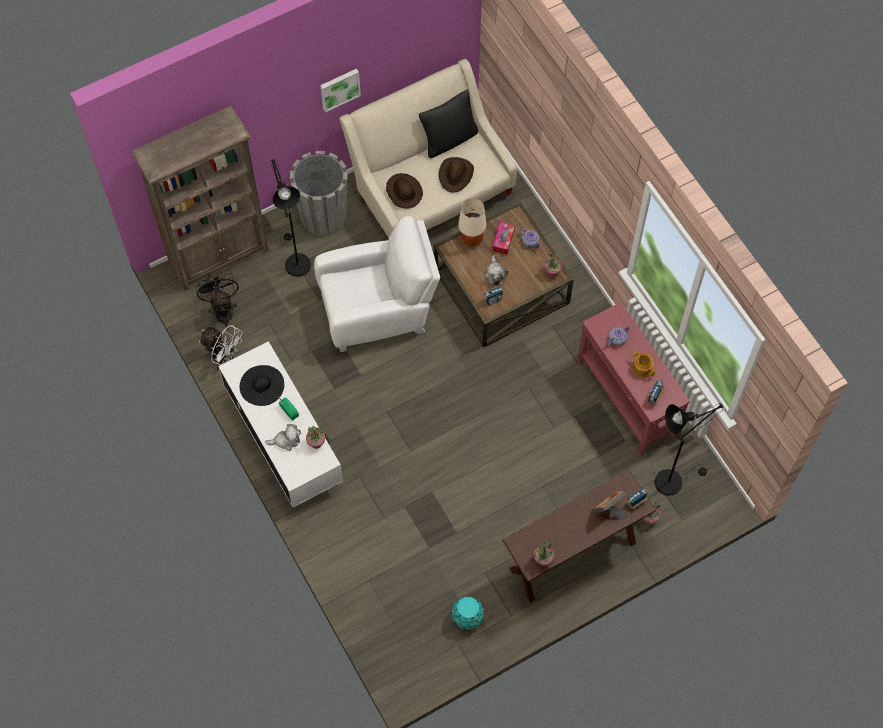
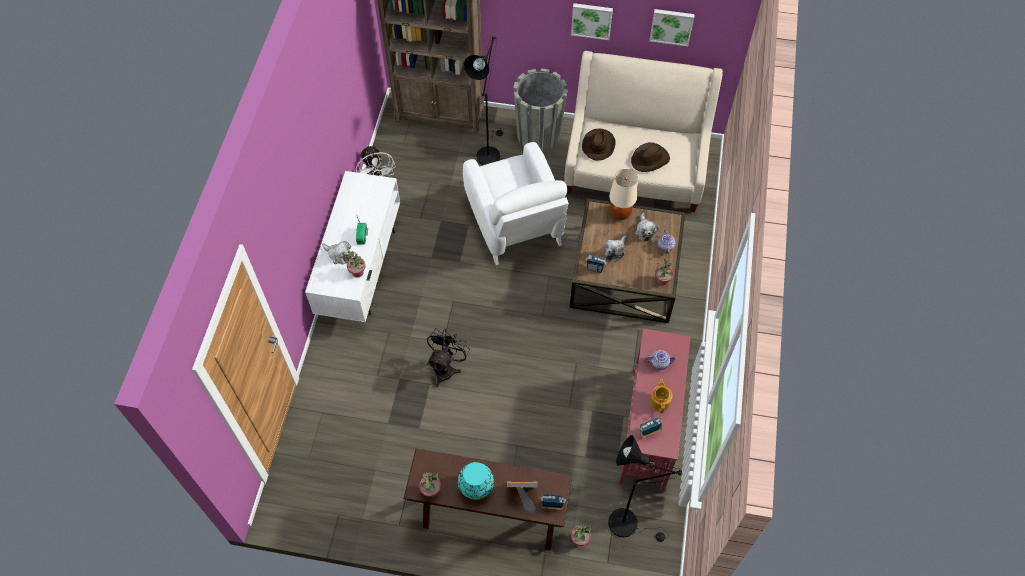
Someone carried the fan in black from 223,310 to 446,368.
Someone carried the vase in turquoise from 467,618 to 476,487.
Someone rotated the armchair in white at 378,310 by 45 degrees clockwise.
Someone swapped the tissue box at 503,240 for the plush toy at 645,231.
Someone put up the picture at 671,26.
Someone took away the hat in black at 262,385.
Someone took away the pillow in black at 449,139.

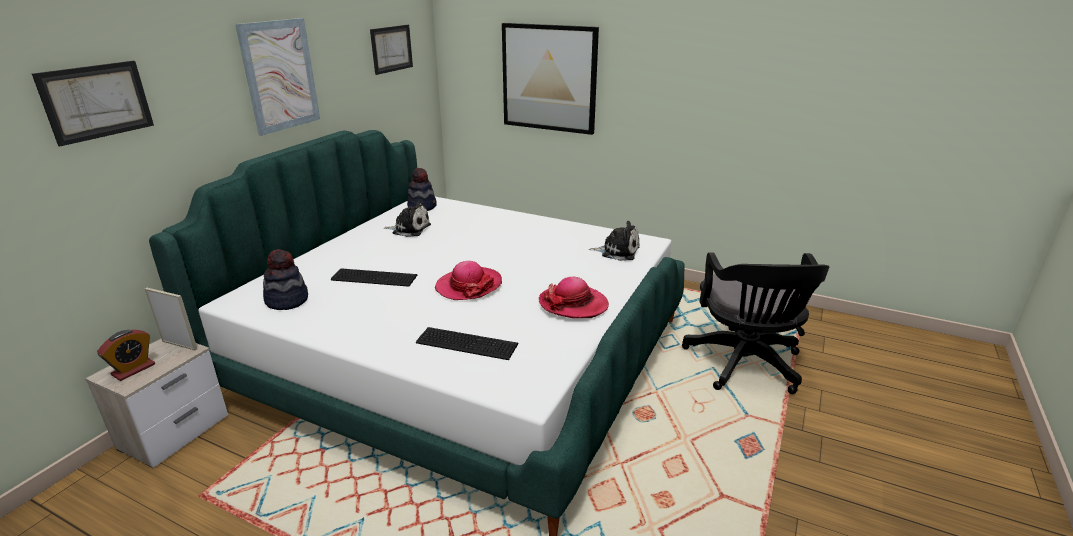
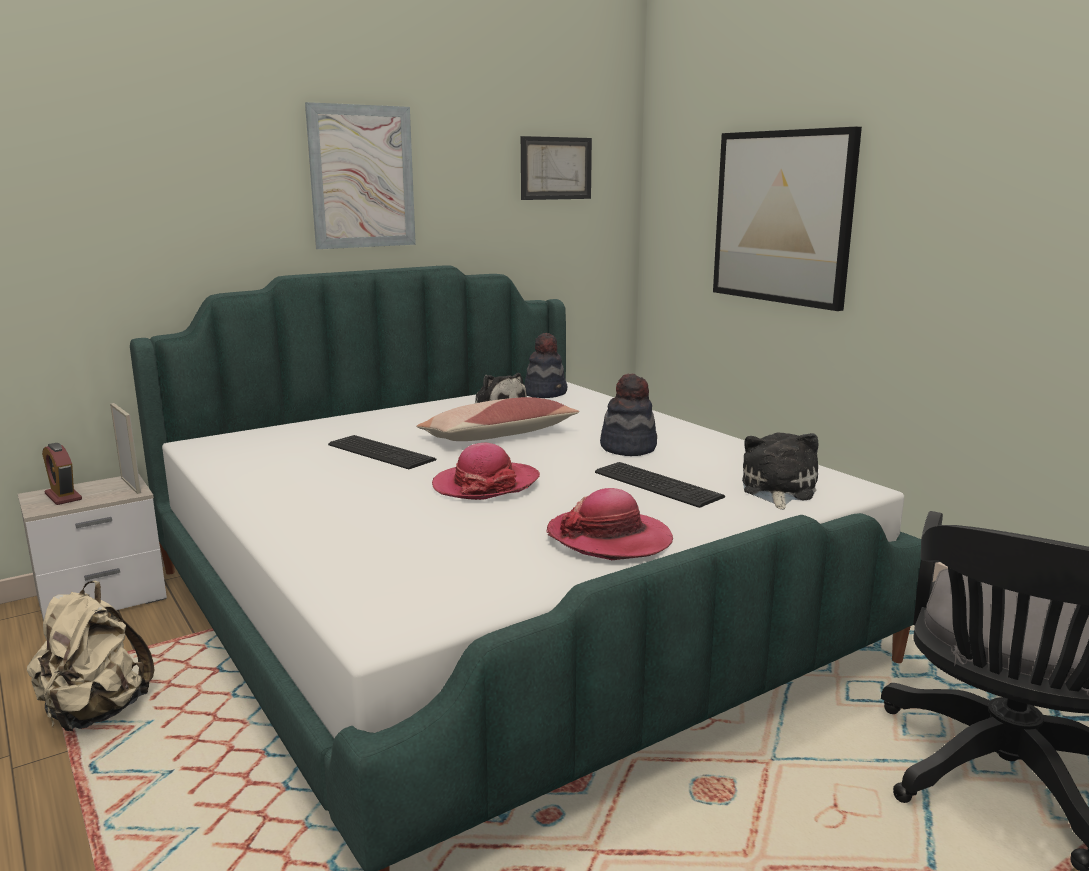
Someone put down the backpack in beige at 95,713.
Someone rotated the alarm clock at 133,369 by 75 degrees clockwise.
Someone put down the pillow at 498,436.
Someone carried the keyboard from 466,342 to 657,483.
Someone carried the hat from 287,300 to 628,448.
Someone rotated the plush toy at 617,251 by 120 degrees counterclockwise.
Someone took away the picture at 97,101.

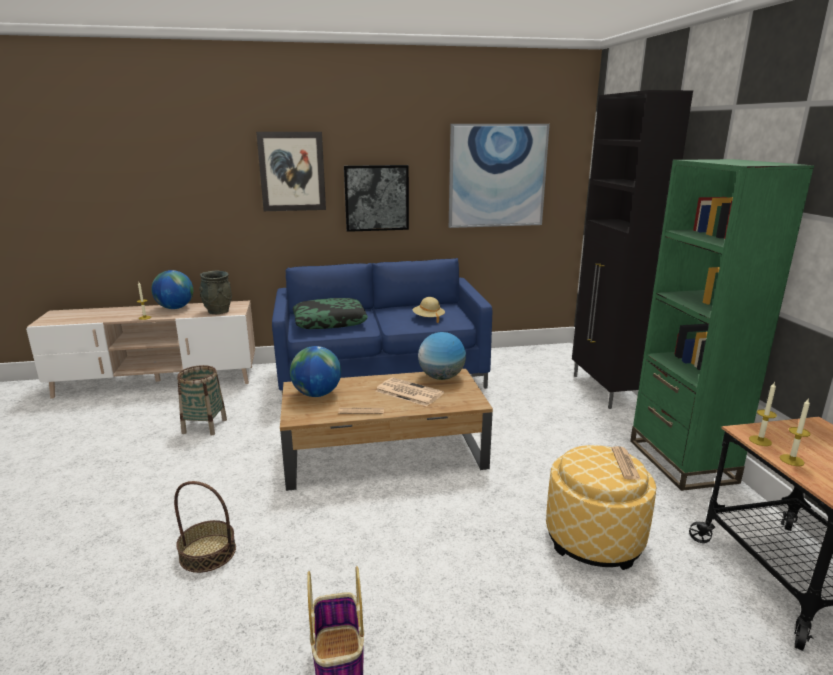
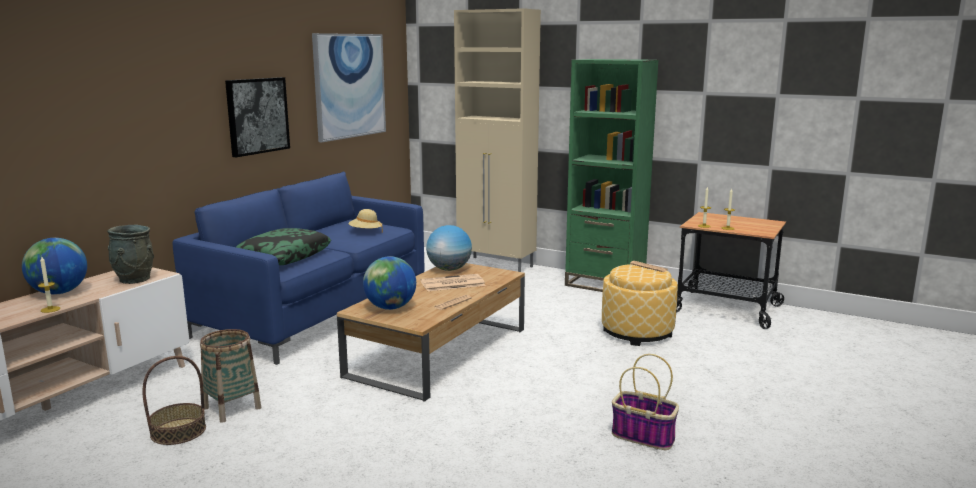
Someone carried the basket from 208,553 to 178,431.
Someone repainted the cabinet in black at 605,390, which became the cabinet in beige at 497,265.
Someone took away the picture at 292,171.

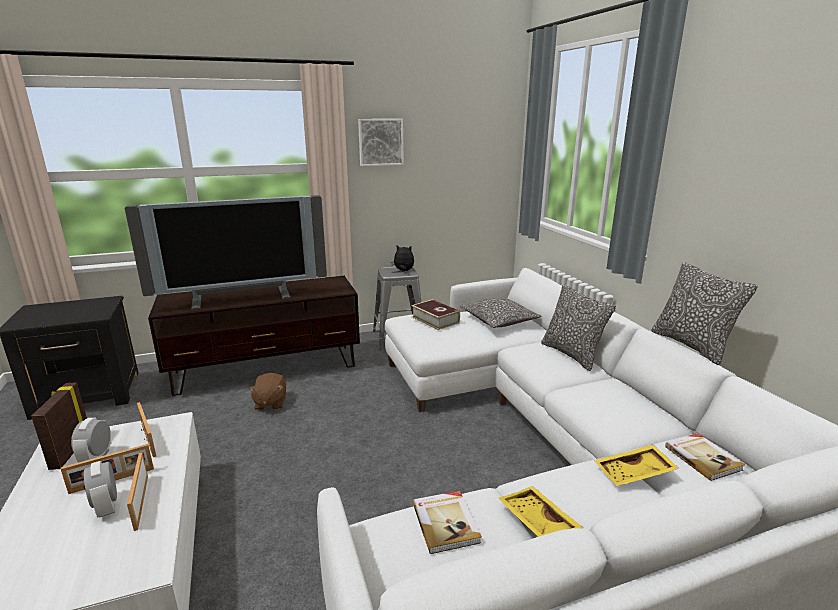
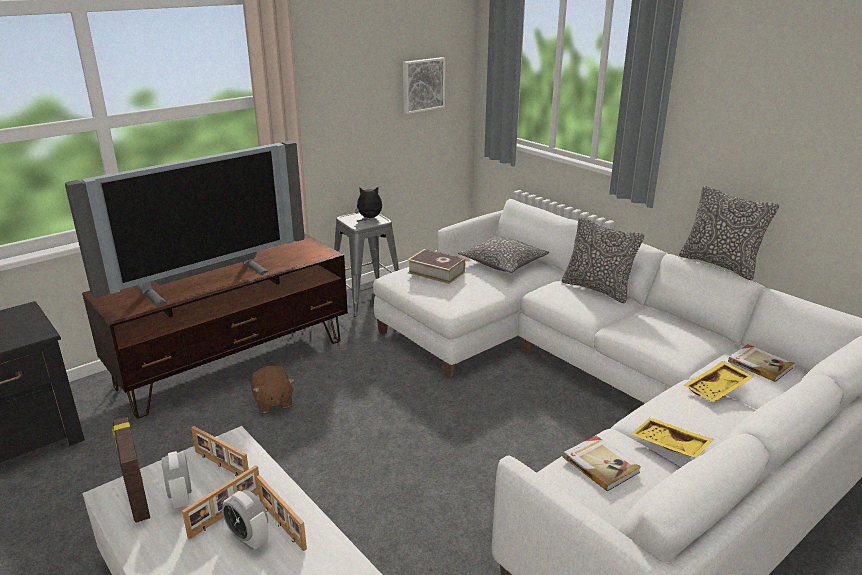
Someone carried the picture from 380,142 to 422,84.

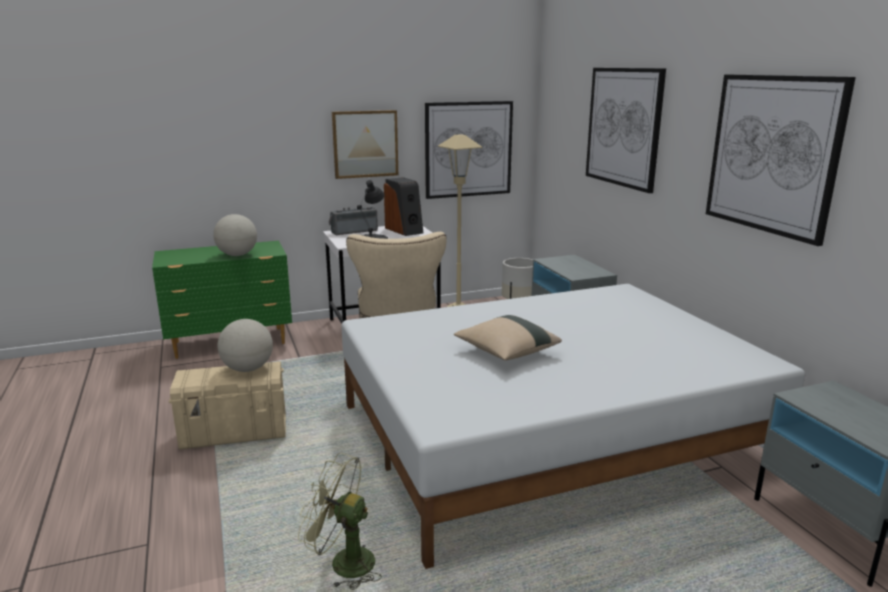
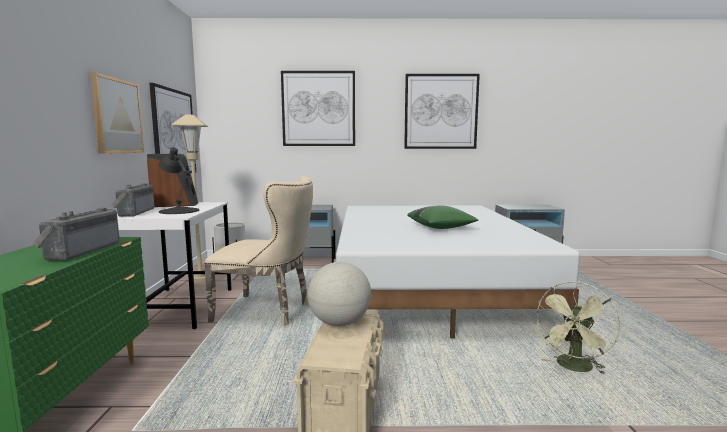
Someone swapped the globe at 237,255 for the radio at 81,251.
Someone repainted the pillow in beige at 506,352, which became the pillow in green at 441,228.

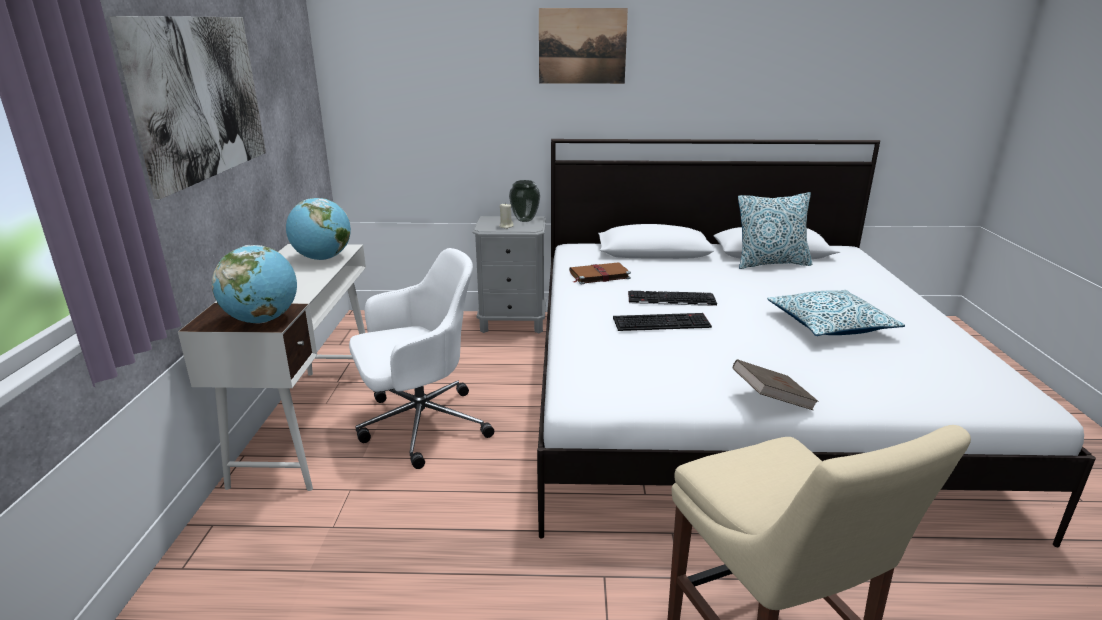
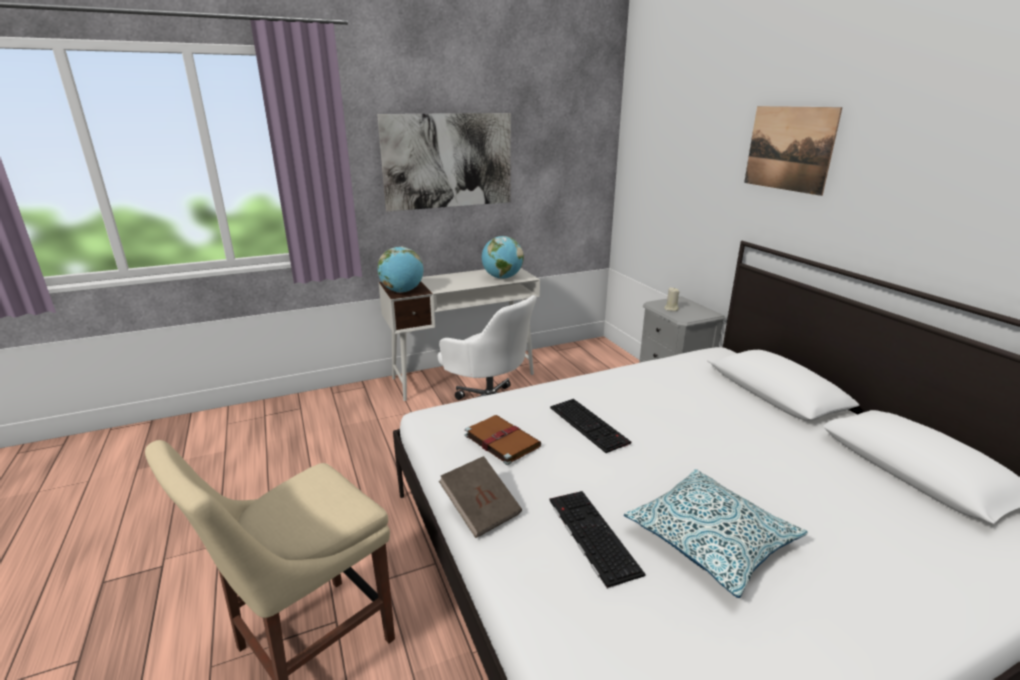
Someone carried the book in brown from 598,275 to 500,440.
Someone carried the keyboard from 670,299 to 590,535.
Someone took away the vase at 525,220.
Someone took away the pillow at 771,263.

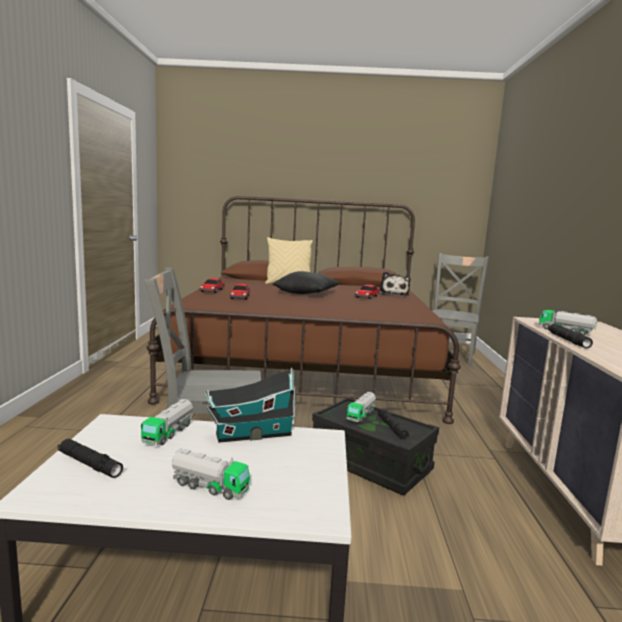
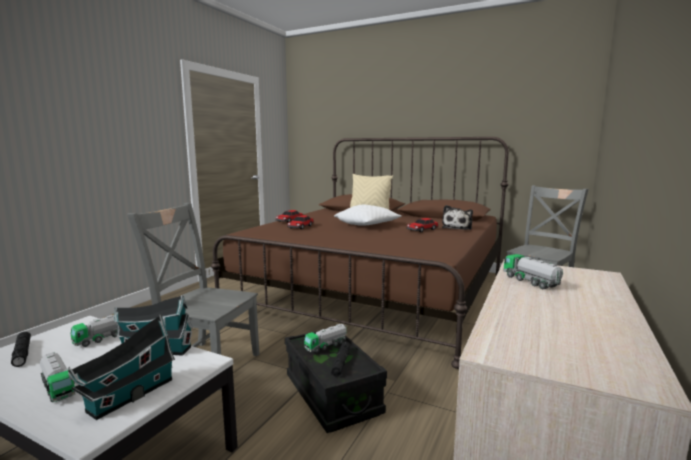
Someone put down the toy house at 128,396.
Someone repainted the pillow in black at 307,293, which became the pillow in white at 367,225.
Someone took away the flashlight in black at 568,340.

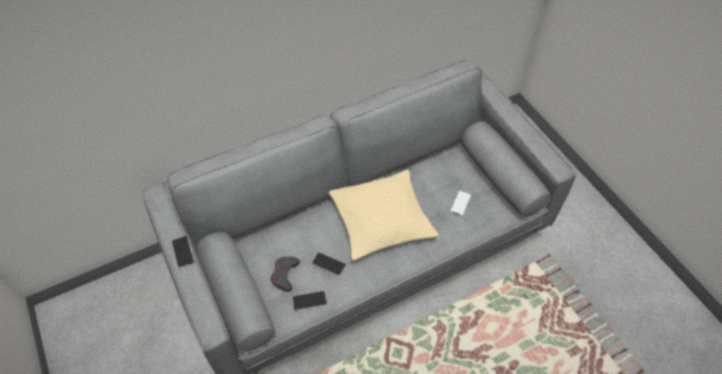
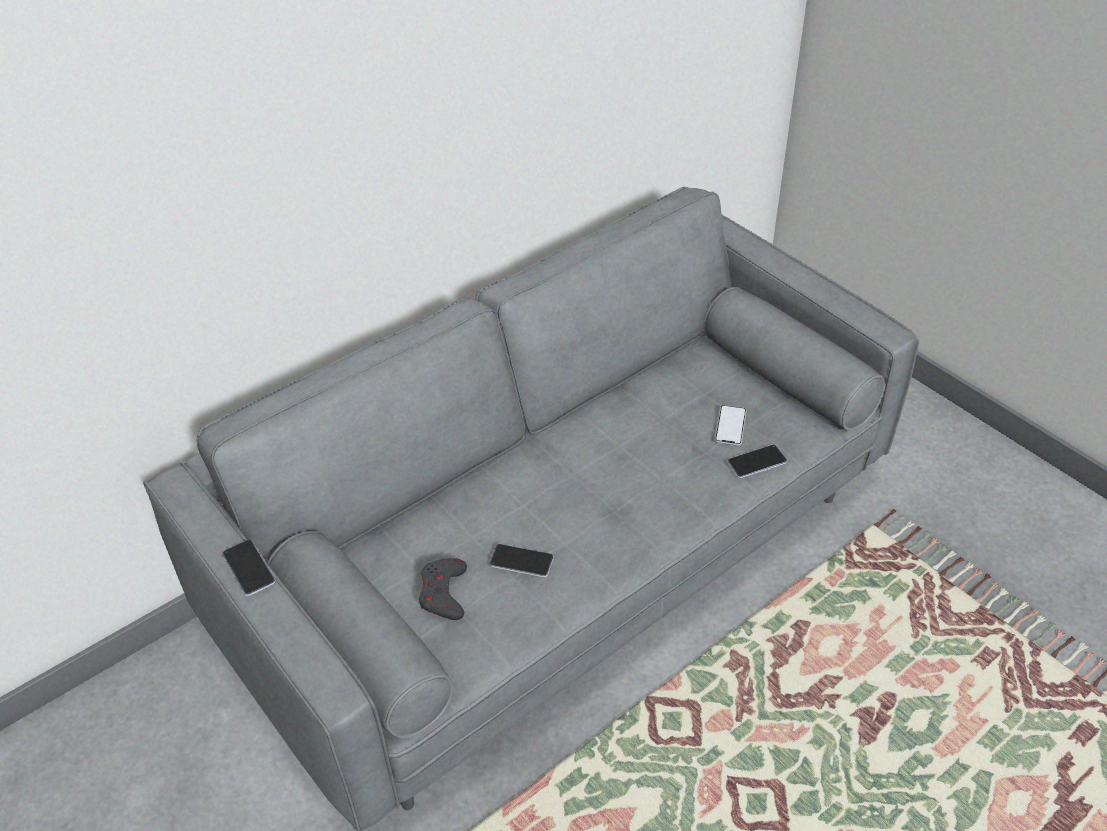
Someone carried the phone from 309,301 to 756,462.
Someone took away the pillow in beige at 381,220.

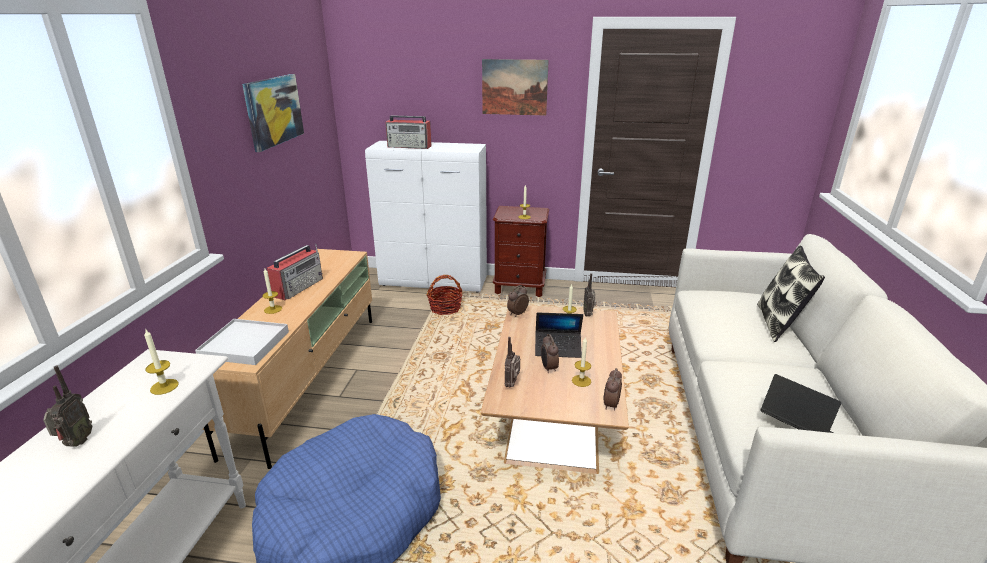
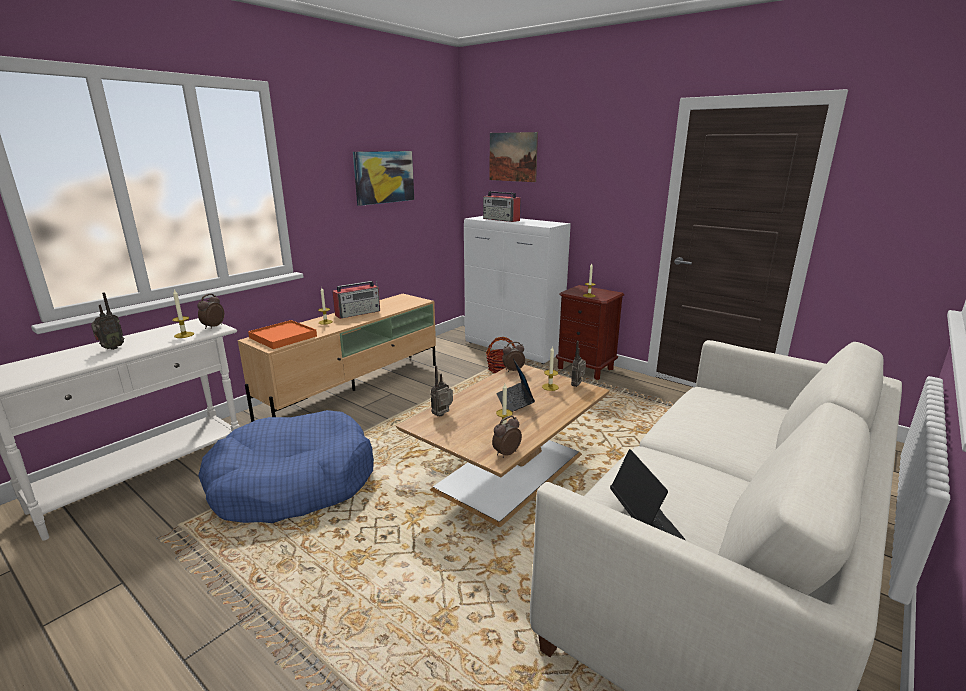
Someone carried the alarm clock from 548,368 to 213,327.
Someone repainted the tray in white at 244,344, which became the tray in orange at 283,337.
Someone carried the picture from 514,87 to 512,157.
Someone rotated the laptop at 558,349 by 45 degrees clockwise.
Someone took away the pillow at 779,323.

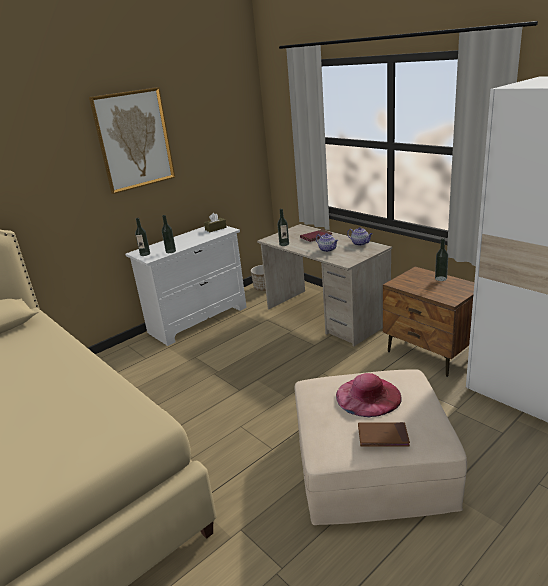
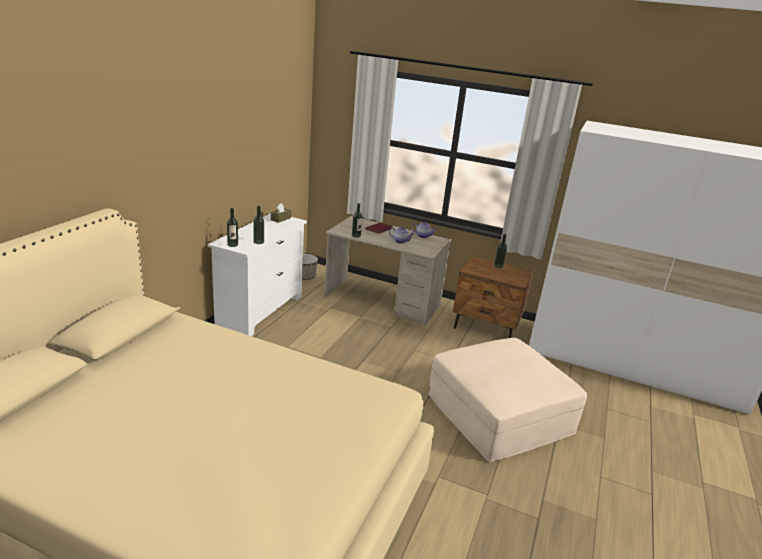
Someone took away the picture at 134,140.
Someone took away the hat in pink at 368,396.
Someone took away the book in brown at 383,436.

